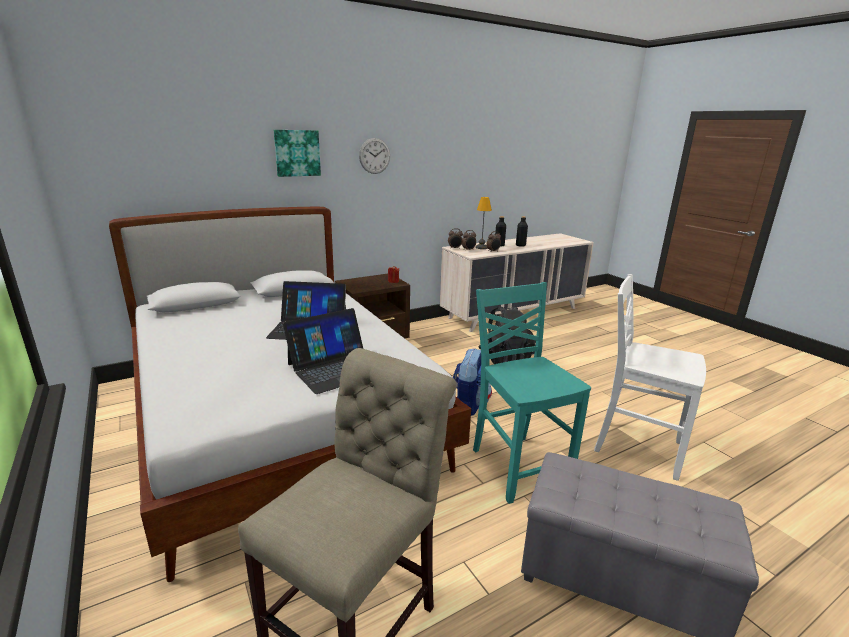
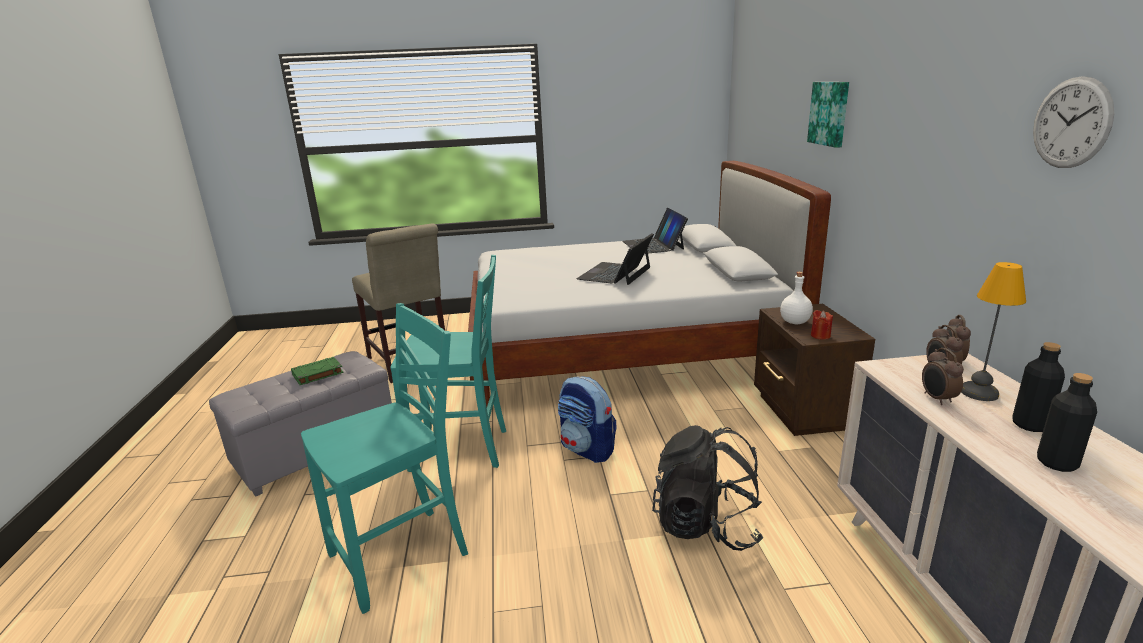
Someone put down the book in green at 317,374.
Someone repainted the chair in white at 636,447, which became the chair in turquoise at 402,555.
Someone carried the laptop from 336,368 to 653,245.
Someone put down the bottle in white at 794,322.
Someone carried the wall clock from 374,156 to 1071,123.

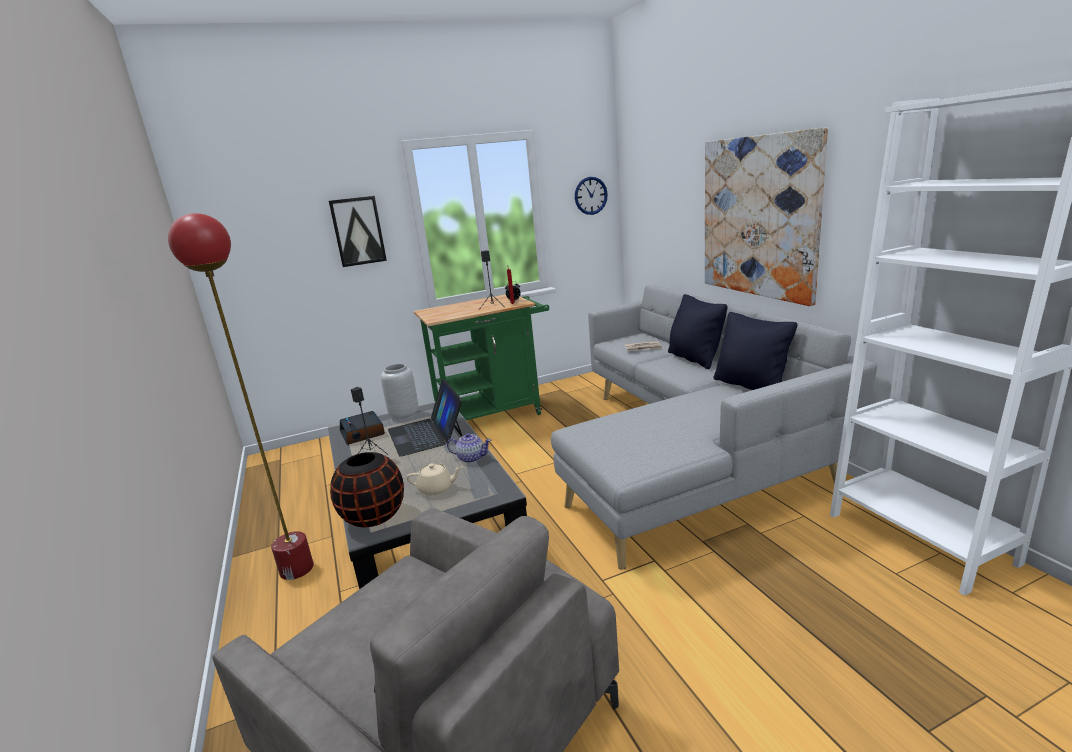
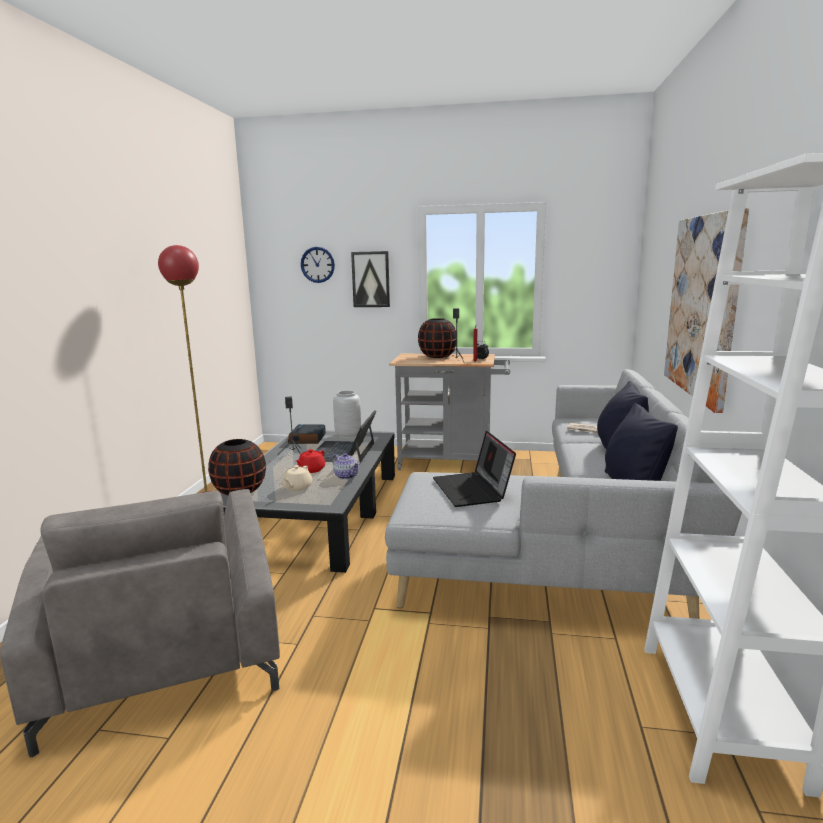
Someone rotated the teapot in beige at 436,489 by 75 degrees clockwise.
Someone put down the teapot in red at 311,470.
Someone carried the wall clock from 590,195 to 317,264.
Someone repainted the cart in green at 495,414, which became the cart in grey at 451,462.
Someone put down the vase in black at 437,356.
Someone put down the laptop at 473,490.

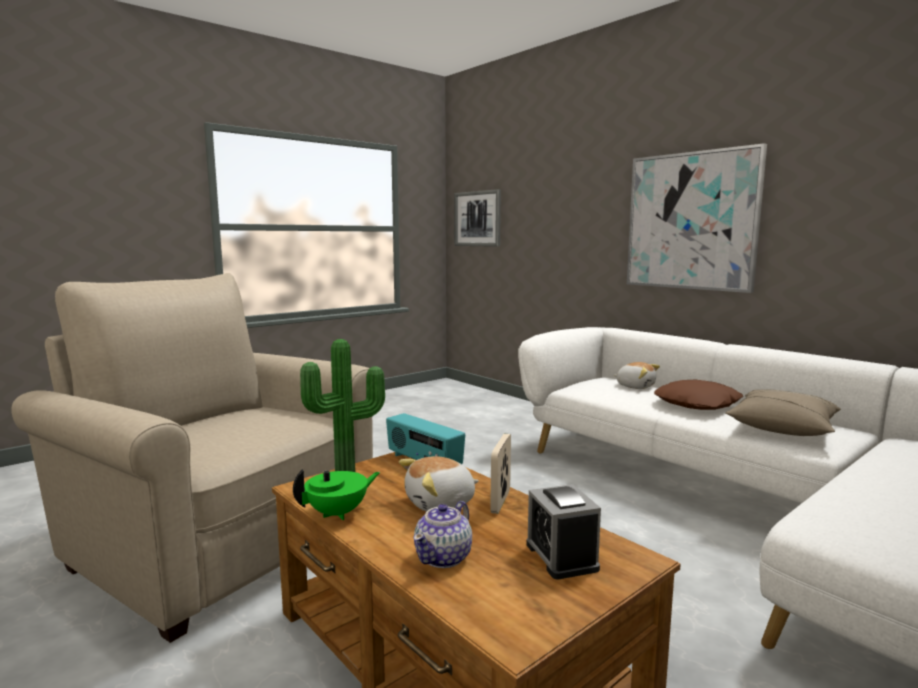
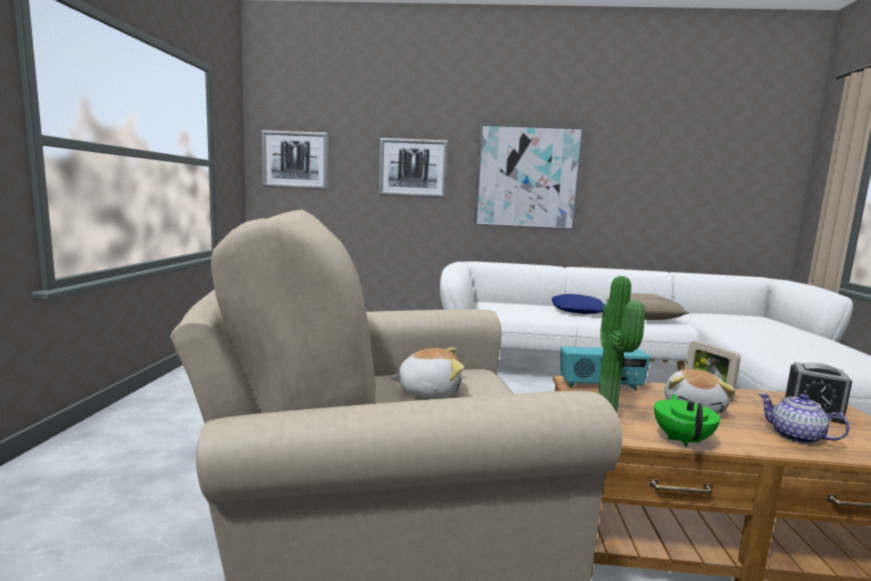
Someone put up the picture at 413,168.
Someone carried the plush toy from 635,386 to 429,391.
Someone repainted the pillow in brown at 698,404, which became the pillow in blue at 578,310.
Someone rotated the teapot at 444,557 by 150 degrees clockwise.

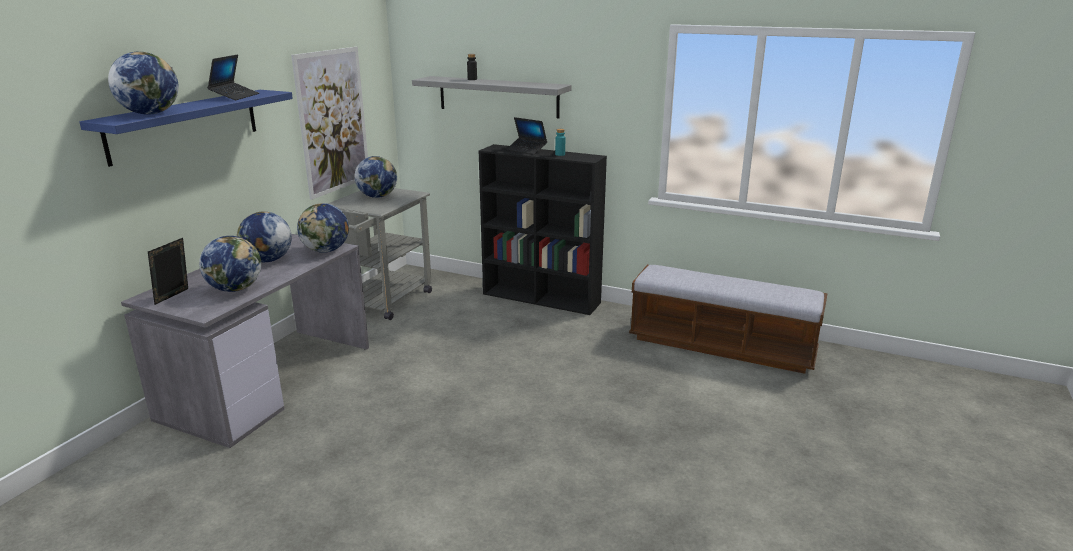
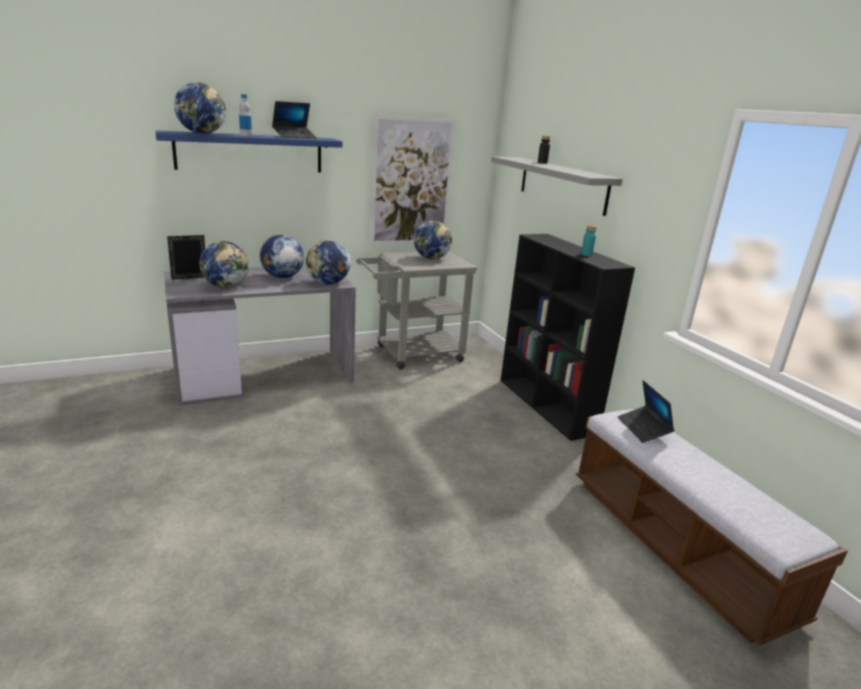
Someone put down the bottle at 246,135.
Someone carried the laptop from 526,150 to 643,429.

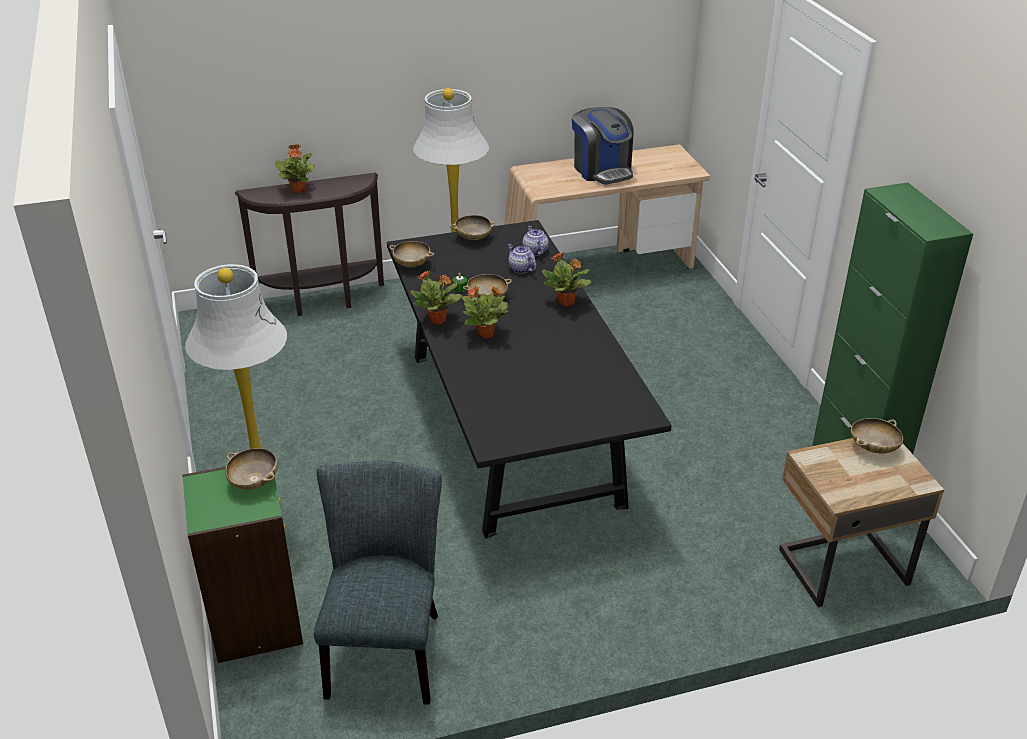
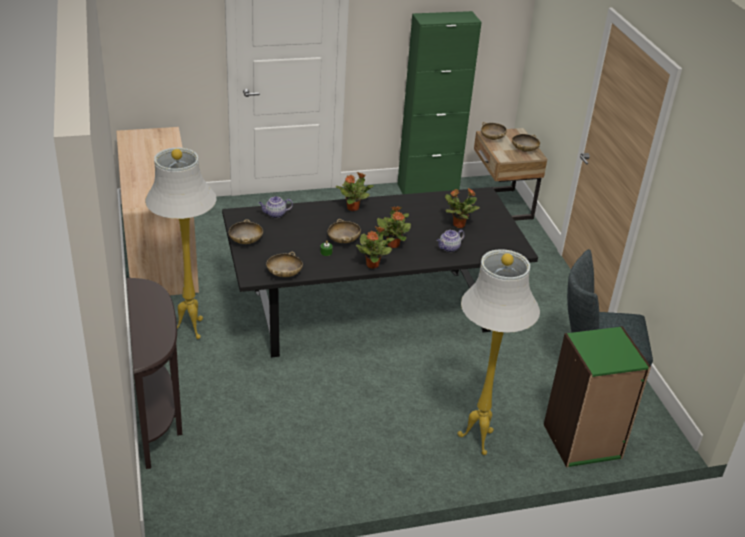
Someone carried the teapot from 520,268 to 449,248.
Someone carried the potted plant from 298,190 to 458,224.
Someone carried the bowl in beige from 254,482 to 524,150.
Someone took away the coffee machine at 602,170.

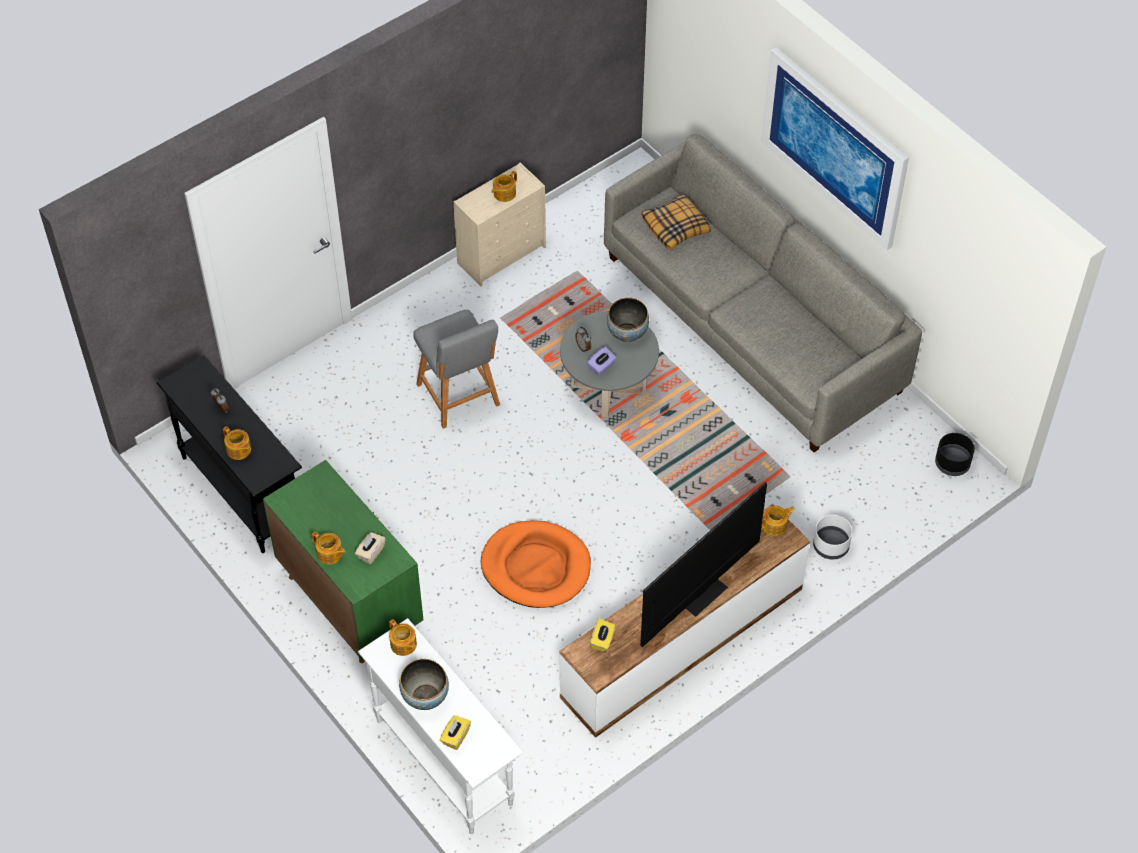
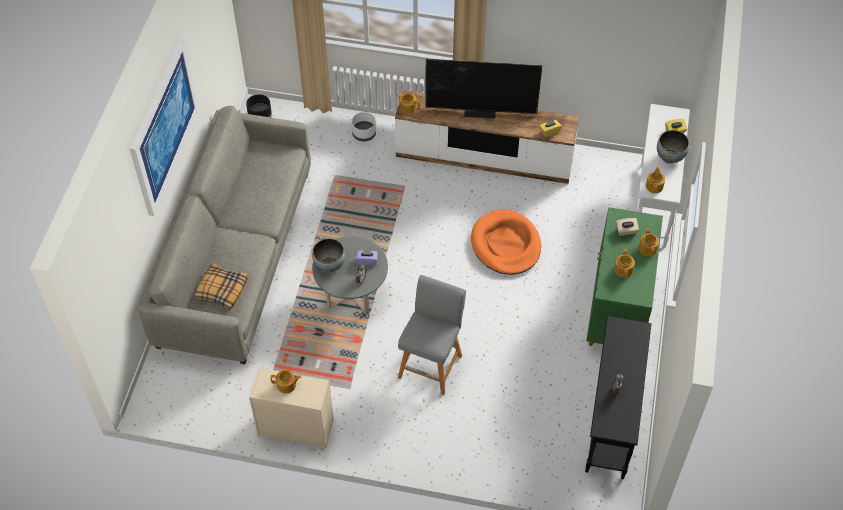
Someone carried the teapot from 239,450 to 623,269.

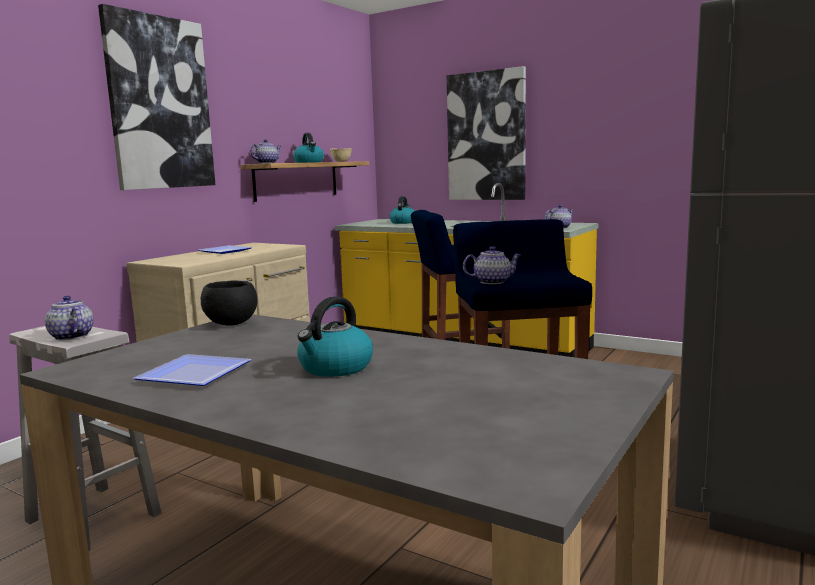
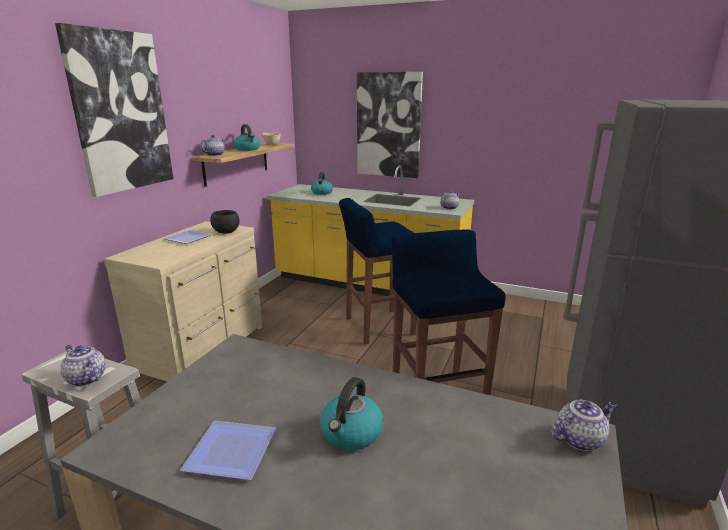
Someone carried the bowl in black from 231,324 to 226,232.
Someone carried the teapot from 493,282 to 580,439.

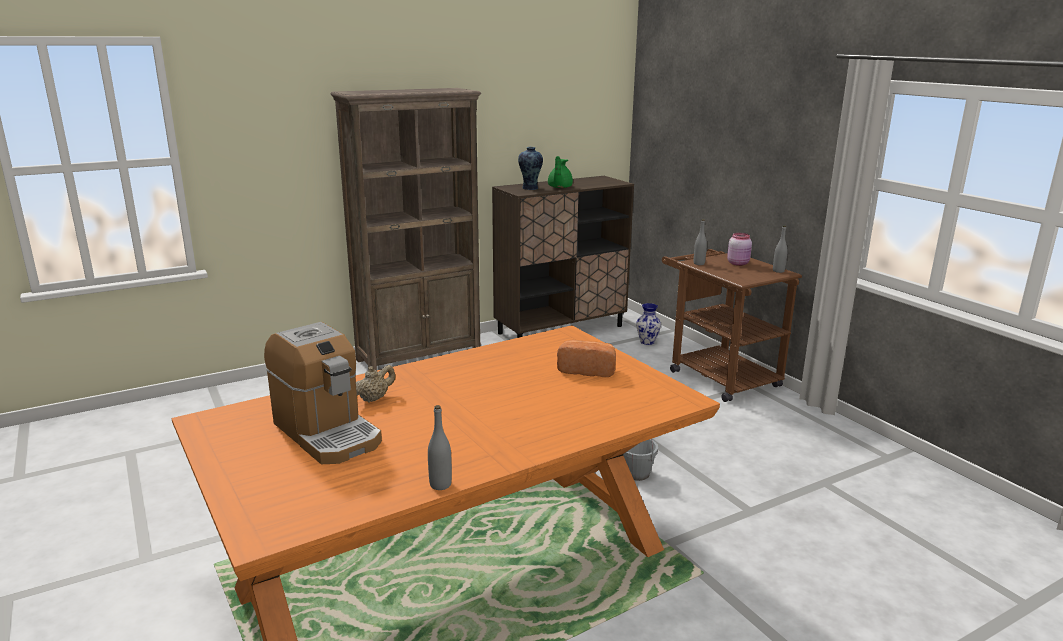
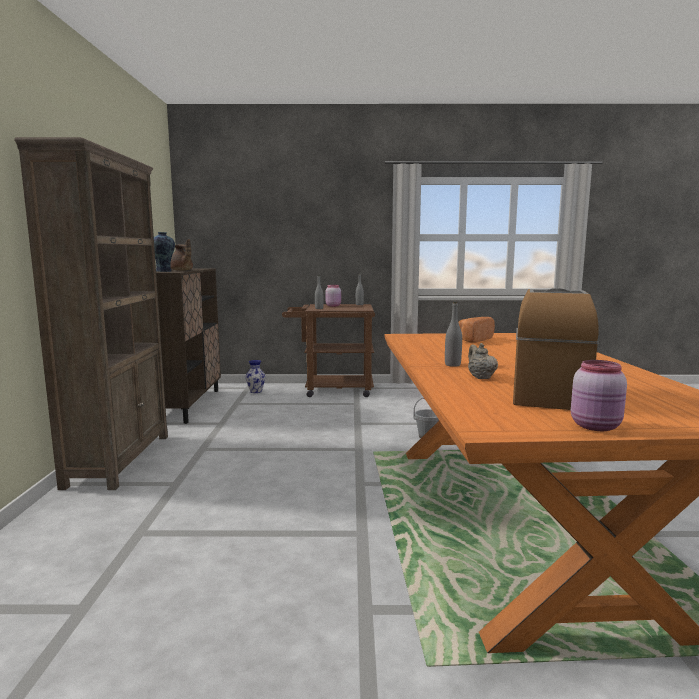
Someone repainted the teapot in green at 559,187, which became the teapot in brown at 181,270.
Someone carried the bottle in grey from 440,484 to 452,365.
Someone rotated the coffee machine at 327,433 by 60 degrees counterclockwise.
Someone put down the jar in pink at 596,426.

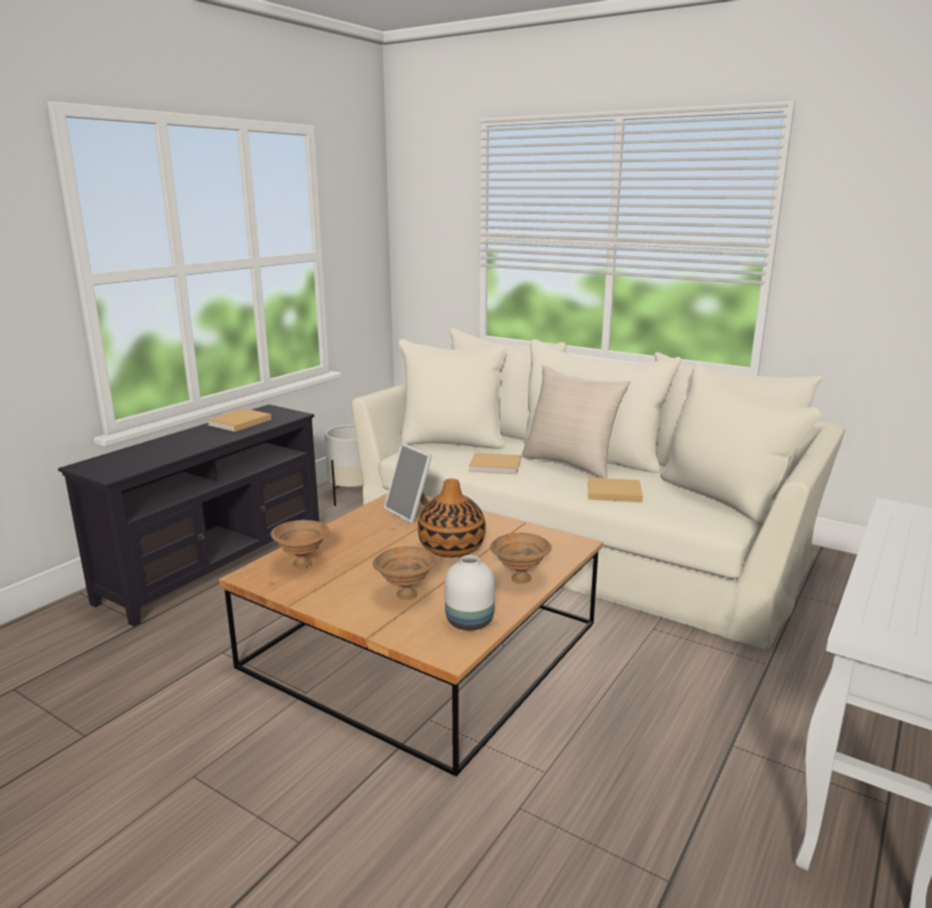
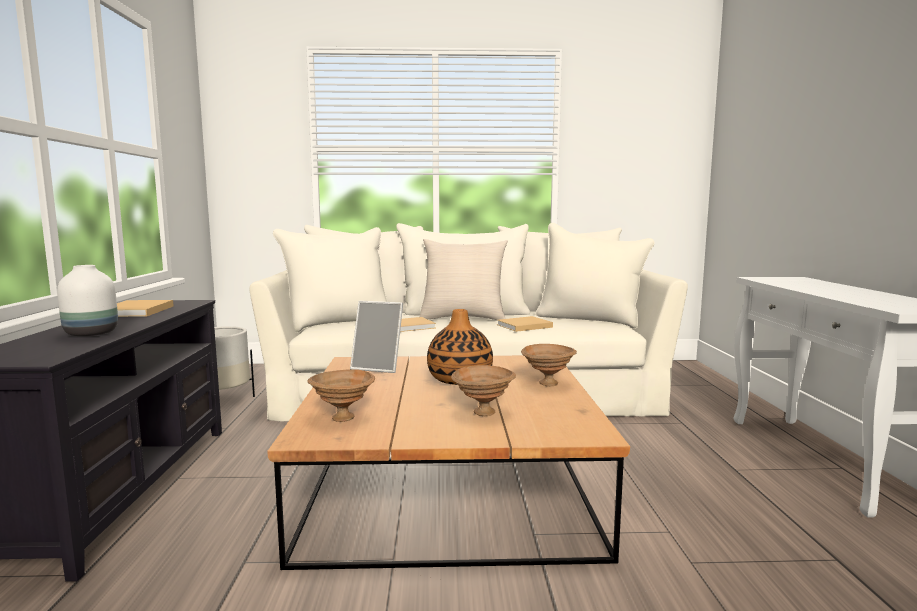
Someone carried the vase in white from 471,622 to 93,333.

